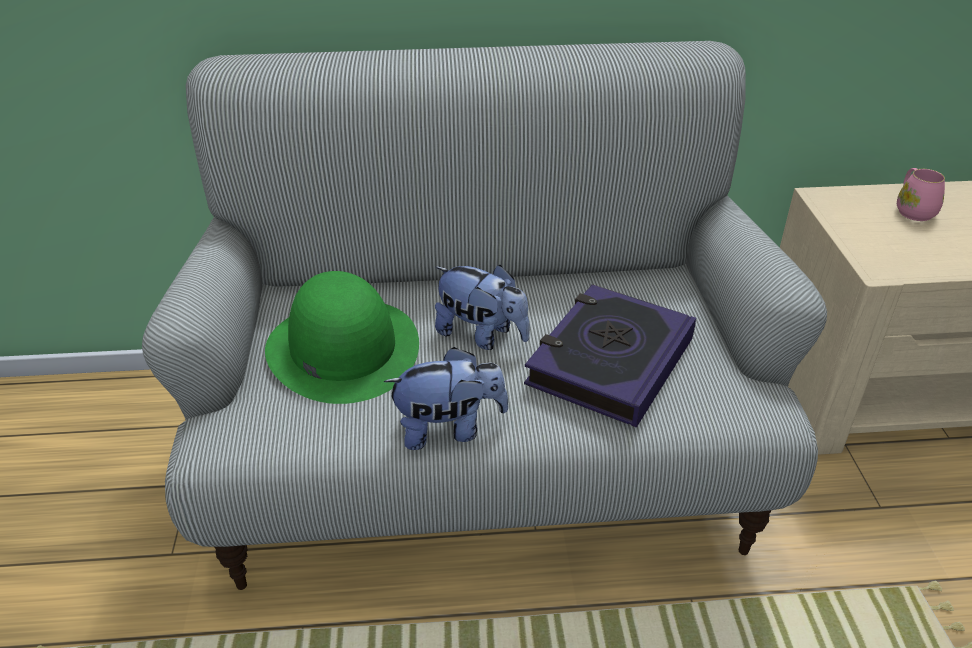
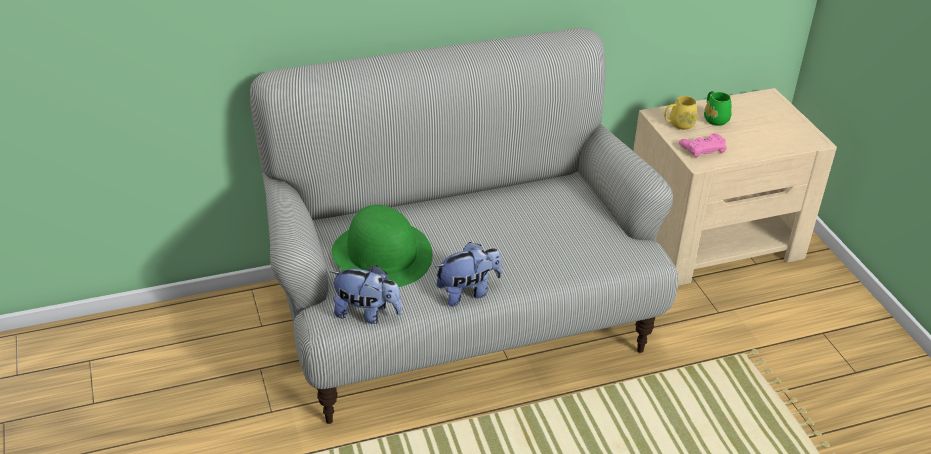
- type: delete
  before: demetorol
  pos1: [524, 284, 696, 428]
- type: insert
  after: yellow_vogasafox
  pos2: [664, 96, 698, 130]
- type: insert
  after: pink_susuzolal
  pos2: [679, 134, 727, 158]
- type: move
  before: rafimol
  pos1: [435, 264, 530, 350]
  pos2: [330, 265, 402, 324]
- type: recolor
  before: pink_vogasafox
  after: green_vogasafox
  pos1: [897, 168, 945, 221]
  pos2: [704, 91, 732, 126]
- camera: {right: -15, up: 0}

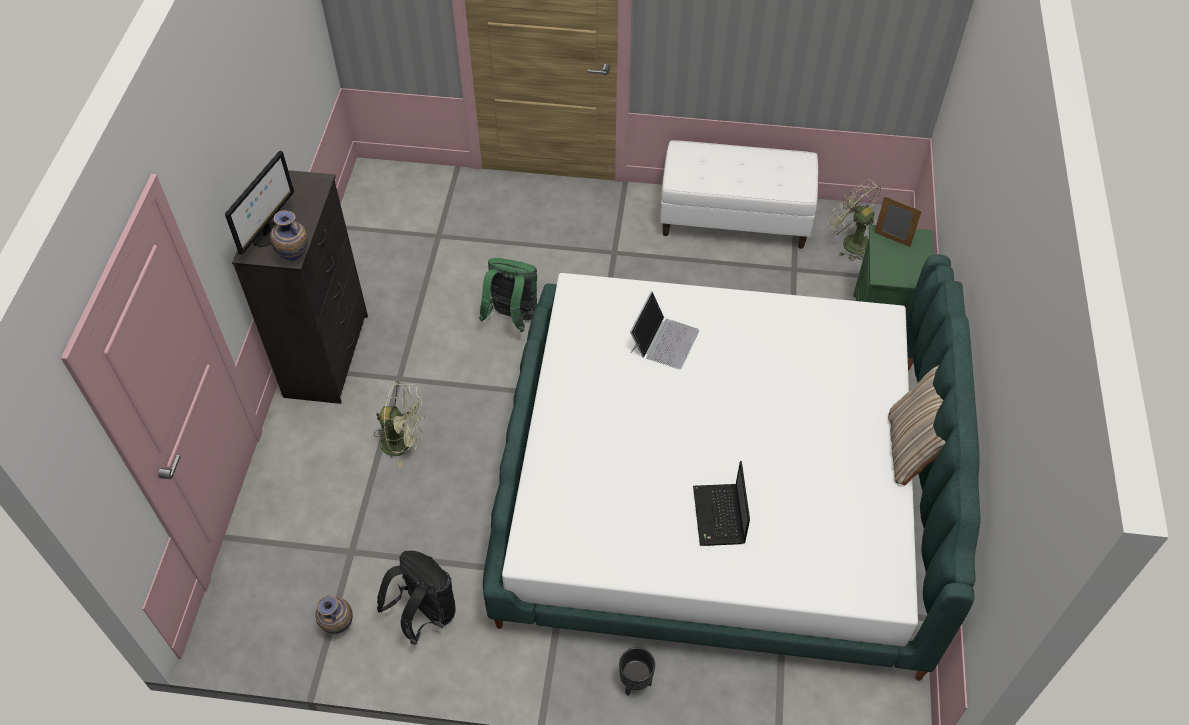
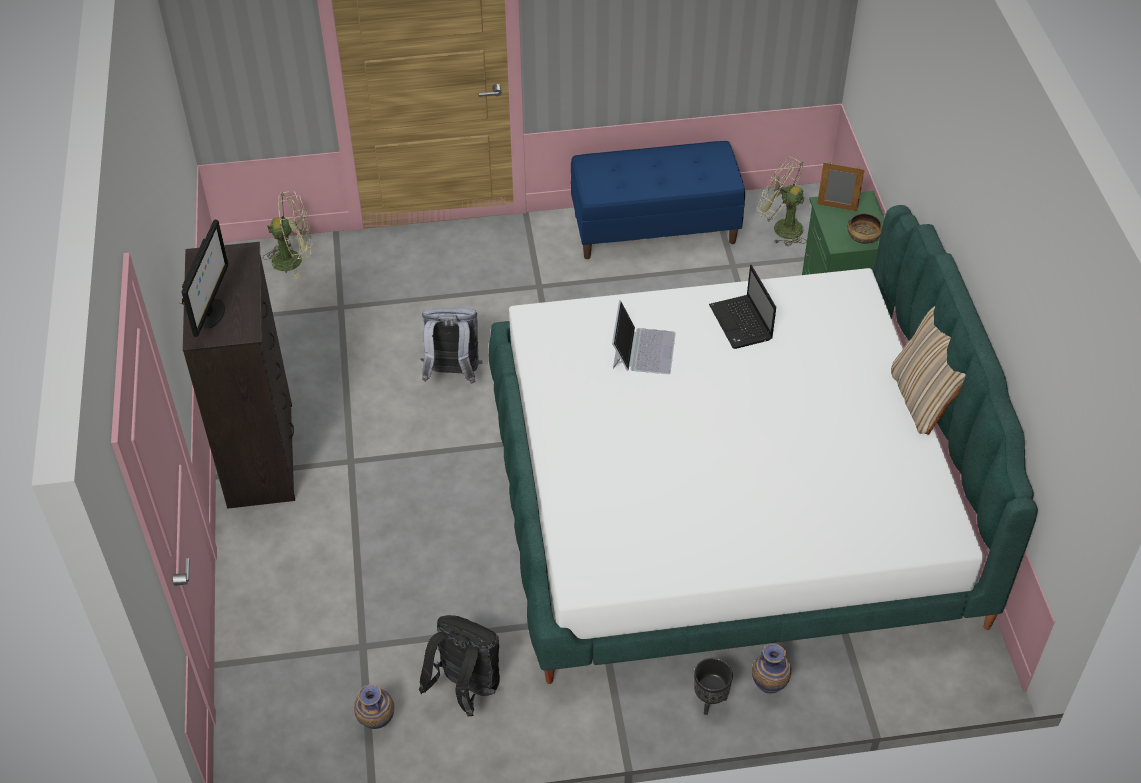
- type: insert
  after: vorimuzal
  pos2: [847, 213, 882, 244]
- type: move
  before: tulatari
  pos1: [270, 210, 308, 262]
  pos2: [752, 644, 791, 693]
- type: move
  before: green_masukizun
  pos1: [374, 382, 425, 468]
  pos2: [263, 191, 312, 279]
- type: move
  before: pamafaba
  pos1: [693, 461, 750, 546]
  pos2: [709, 265, 776, 349]
- type: recolor
  before: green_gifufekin
  after: grey_gifufekin
  pos1: [479, 258, 537, 332]
  pos2: [421, 308, 482, 384]
- type: recolor
  before: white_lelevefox
  after: blue_lelevefox
  pos1: [660, 140, 818, 249]
  pos2: [571, 141, 745, 259]
- camera: {right: -15, up: -5}

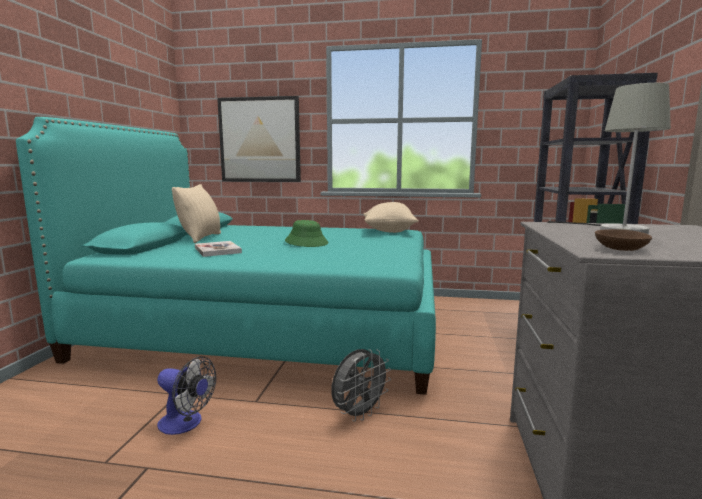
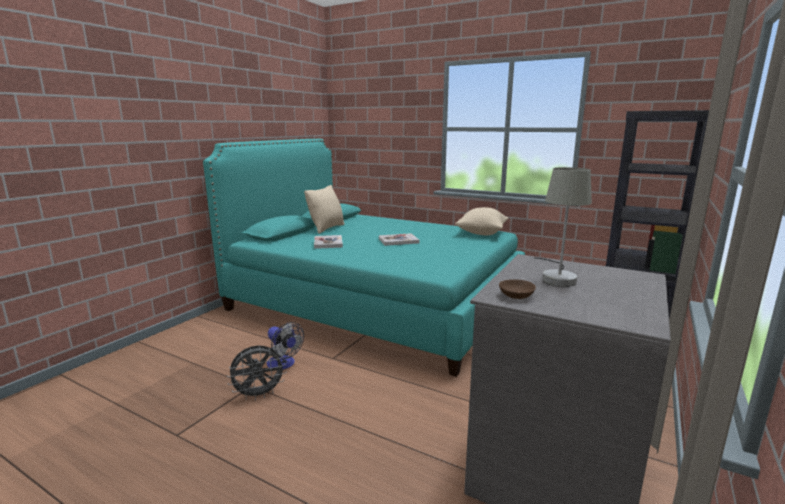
- type: delete
  before: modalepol
  pos1: [217, 96, 301, 182]
- type: move
  before: grey_masukizun
  pos1: [331, 349, 391, 422]
  pos2: [227, 345, 287, 400]
- type: replace
  before: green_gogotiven
  after: demetorol
  pos1: [285, 220, 328, 247]
  pos2: [379, 233, 419, 246]
- camera: {right: 20, up: 5}

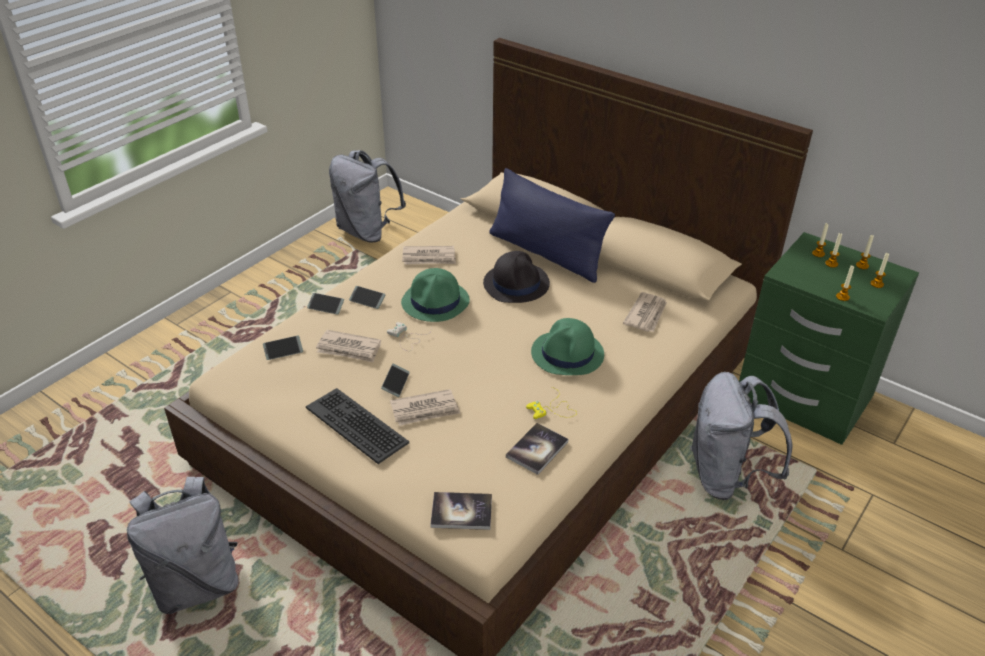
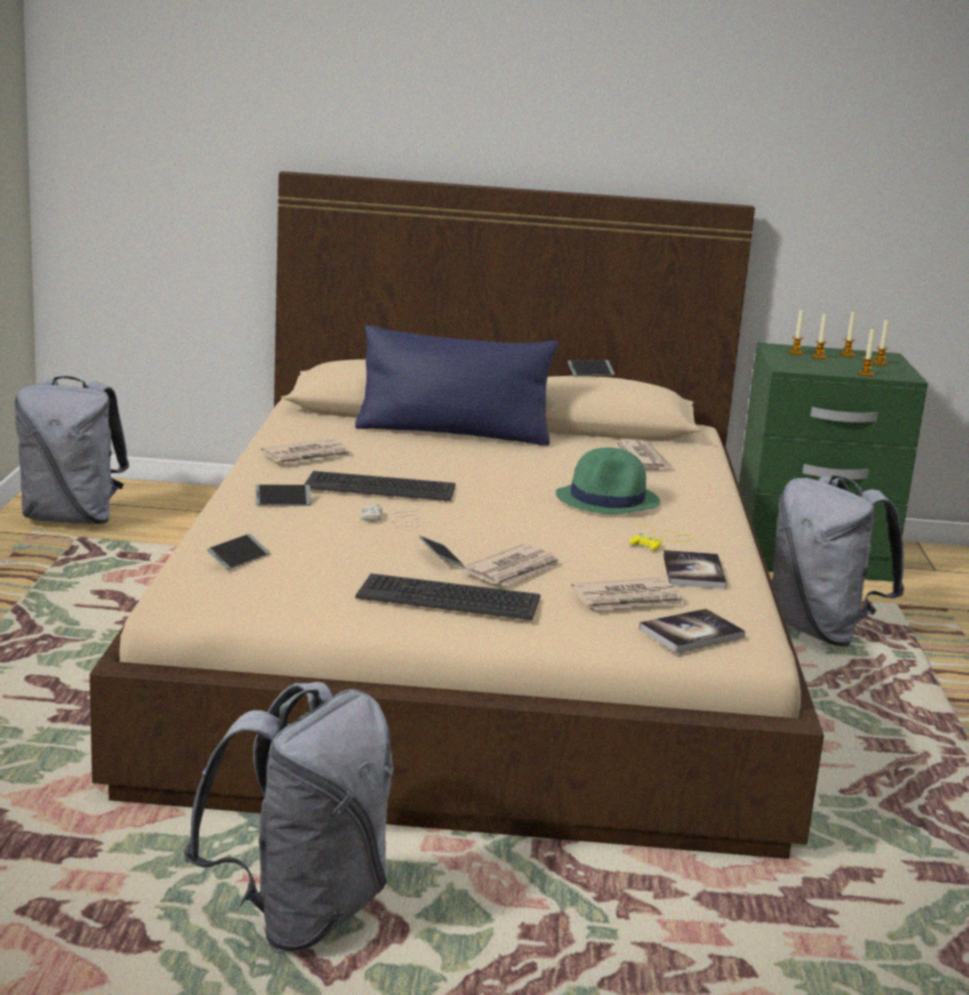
- type: delete
  before: black_gogotiven
  pos1: [483, 251, 550, 303]
- type: move
  before: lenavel
  pos1: [307, 293, 344, 315]
  pos2: [568, 360, 615, 376]
- type: move
  before: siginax
  pos1: [316, 330, 381, 362]
  pos2: [571, 578, 685, 610]
- type: replace
  before: green_gogotiven
  after: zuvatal
  pos1: [401, 268, 470, 322]
  pos2: [304, 471, 456, 502]
- camera: {right: -35, up: -20}

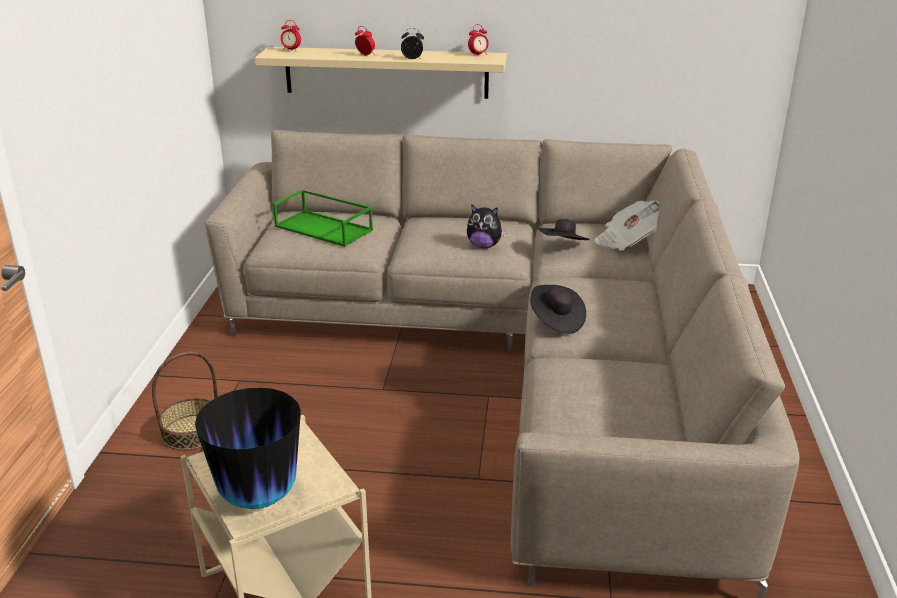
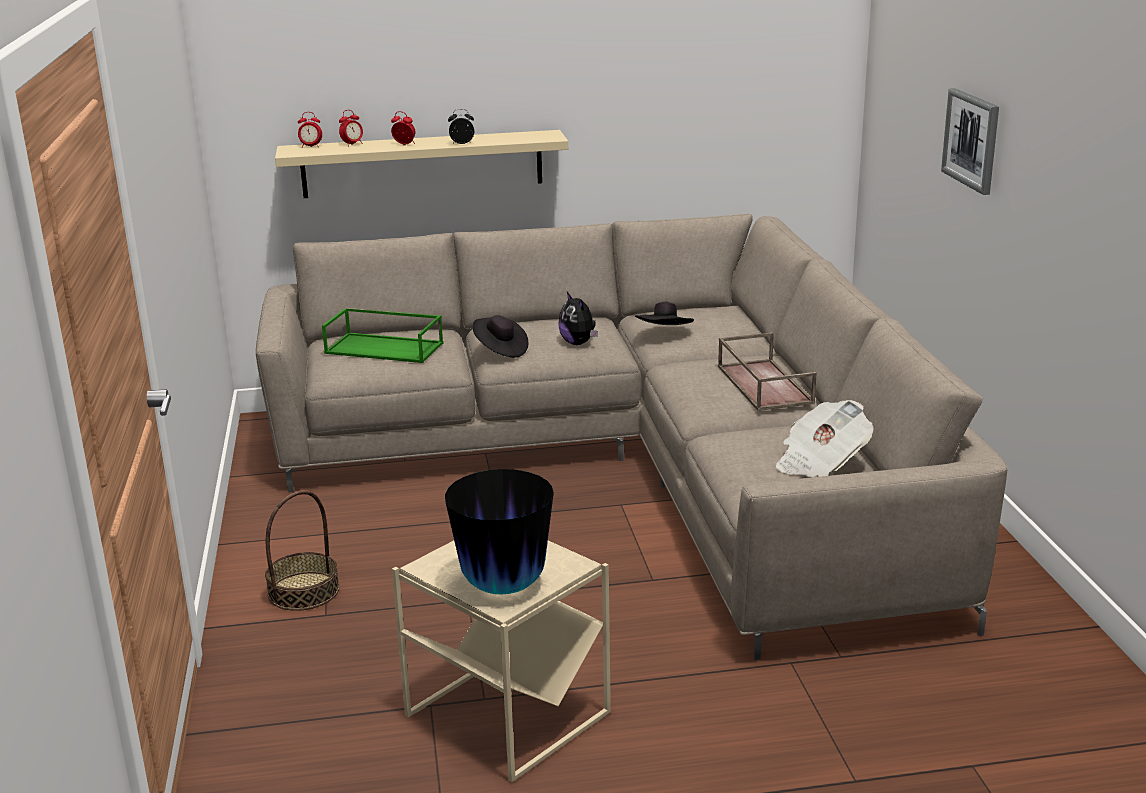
- type: insert
  after: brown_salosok
  pos2: [718, 332, 816, 411]
- type: insert
  after: modalepol
  pos2: [941, 88, 999, 195]
- type: move
  before: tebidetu
  pos1: [468, 24, 489, 57]
  pos2: [339, 110, 363, 146]
- type: move
  before: black_gogotiven
  pos1: [530, 285, 586, 334]
  pos2: [473, 315, 528, 357]
- type: move
  before: siginax
  pos1: [594, 201, 659, 251]
  pos2: [776, 400, 873, 477]
- type: rotate
  before: rafimol
  pos1: [467, 204, 507, 248]
  pos2: [558, 292, 598, 345]
  turn: 60
- camera: {right: -15, up: -5}

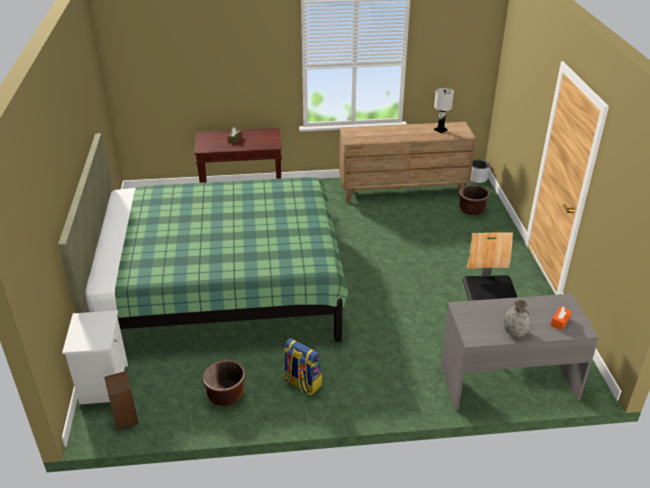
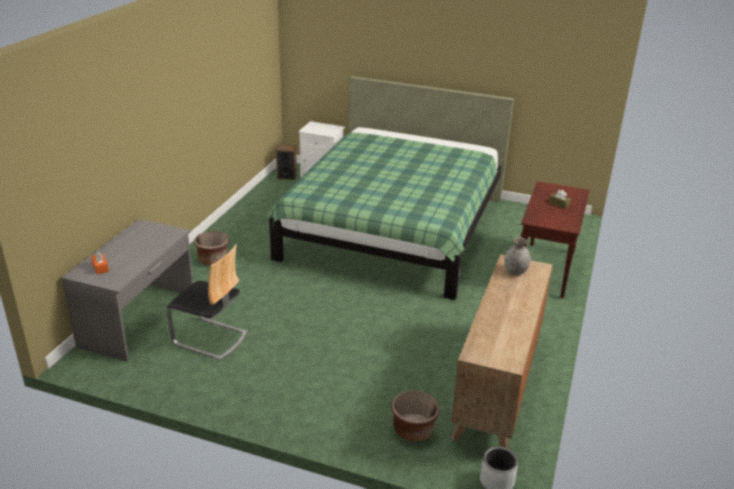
- type: delete
  before: gifufekin
  pos1: [284, 338, 322, 396]
- type: delete
  before: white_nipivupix
  pos1: [434, 88, 454, 133]
- type: move
  before: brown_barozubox
  pos1: [202, 360, 246, 406]
  pos2: [194, 231, 230, 265]
- type: move
  before: grey_tulatari
  pos1: [504, 299, 532, 337]
  pos2: [504, 237, 531, 275]
- camera: {right: 115, up: -5}

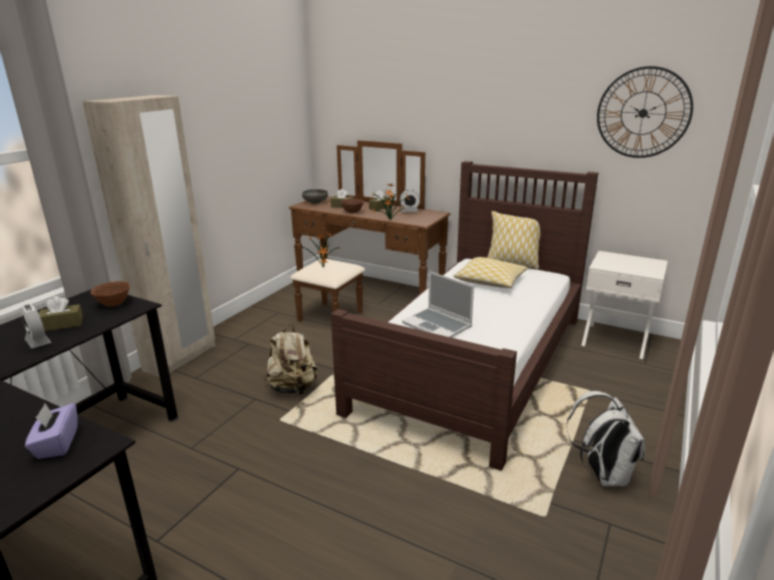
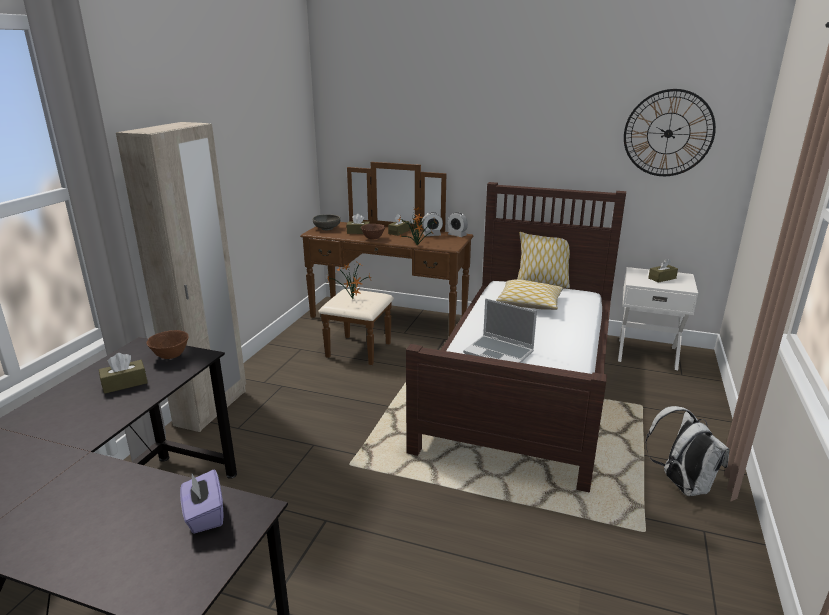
- type: delete
  before: beige_gifufekin
  pos1: [264, 324, 318, 395]
- type: insert
  after: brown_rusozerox
  pos2: [648, 259, 678, 283]
- type: move
  before: tebidetu
  pos1: [20, 304, 51, 349]
  pos2: [447, 212, 468, 237]
- camera: {right: -10, up: 0}

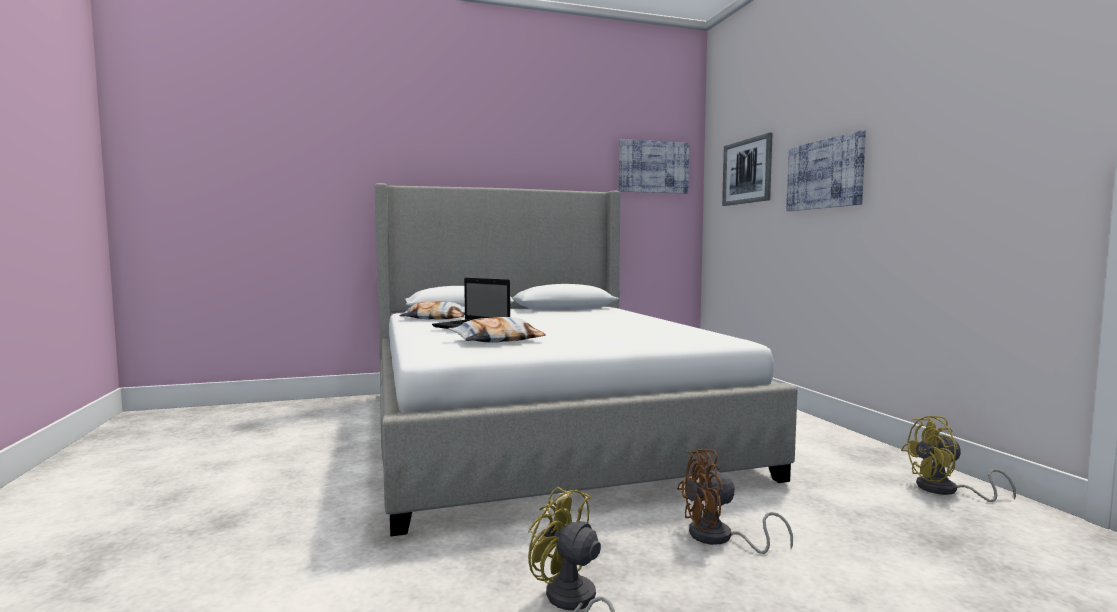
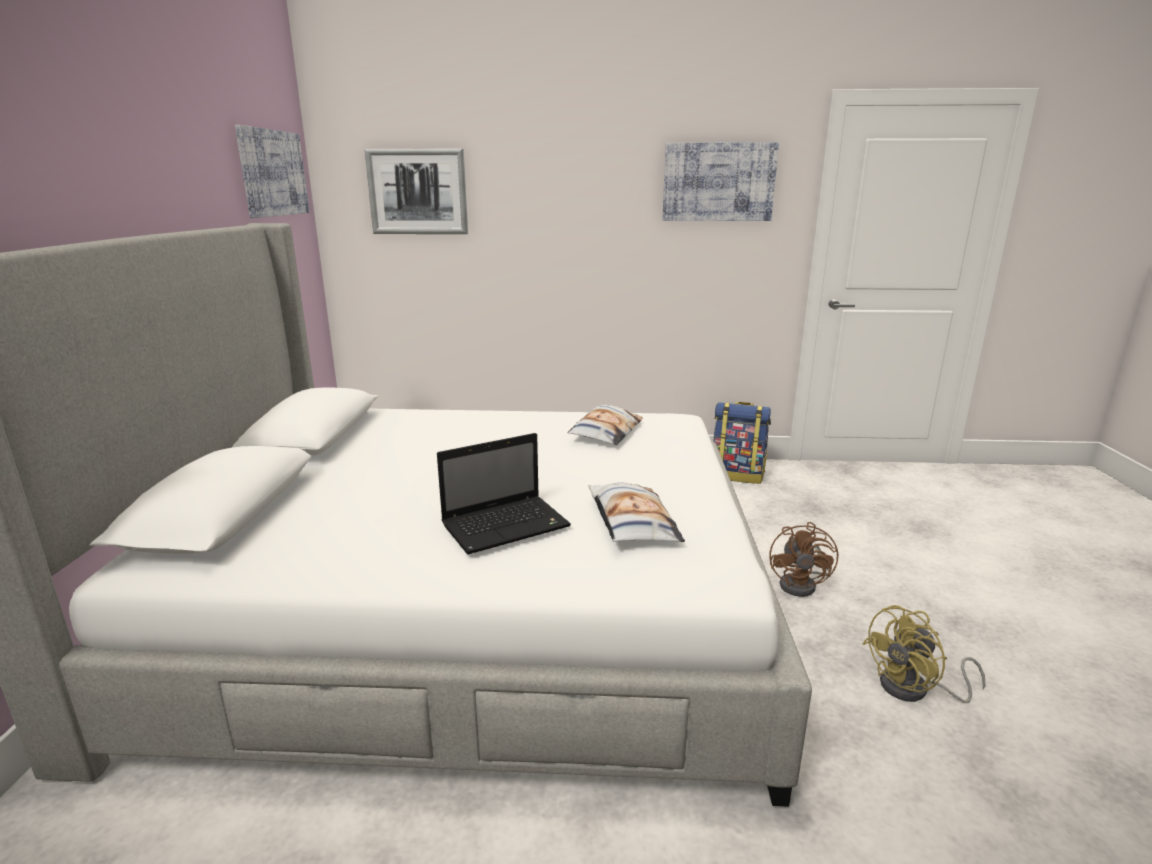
- type: move
  before: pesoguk
  pos1: [400, 302, 465, 320]
  pos2: [568, 405, 643, 445]
- type: move
  before: modalepol
  pos1: [786, 130, 866, 211]
  pos2: [662, 142, 779, 221]
- type: replace
  before: yellow_masukizun
  after: gifufekin
  pos1: [901, 416, 1016, 502]
  pos2: [713, 402, 771, 484]
- camera: {right: -70, up: 15}

